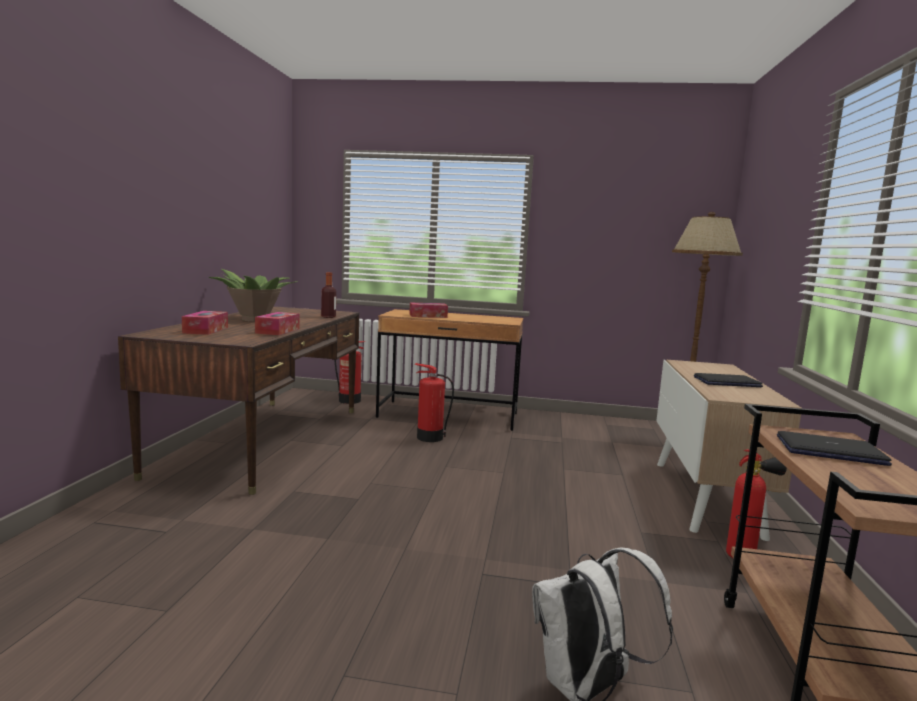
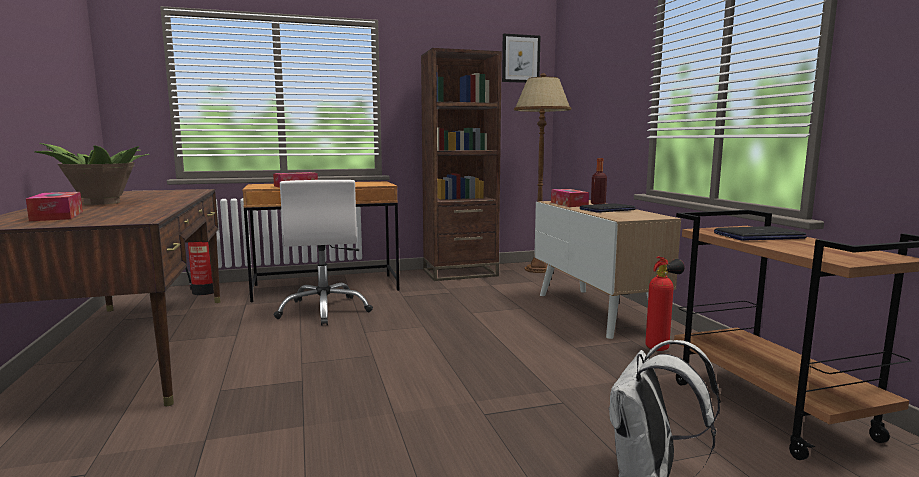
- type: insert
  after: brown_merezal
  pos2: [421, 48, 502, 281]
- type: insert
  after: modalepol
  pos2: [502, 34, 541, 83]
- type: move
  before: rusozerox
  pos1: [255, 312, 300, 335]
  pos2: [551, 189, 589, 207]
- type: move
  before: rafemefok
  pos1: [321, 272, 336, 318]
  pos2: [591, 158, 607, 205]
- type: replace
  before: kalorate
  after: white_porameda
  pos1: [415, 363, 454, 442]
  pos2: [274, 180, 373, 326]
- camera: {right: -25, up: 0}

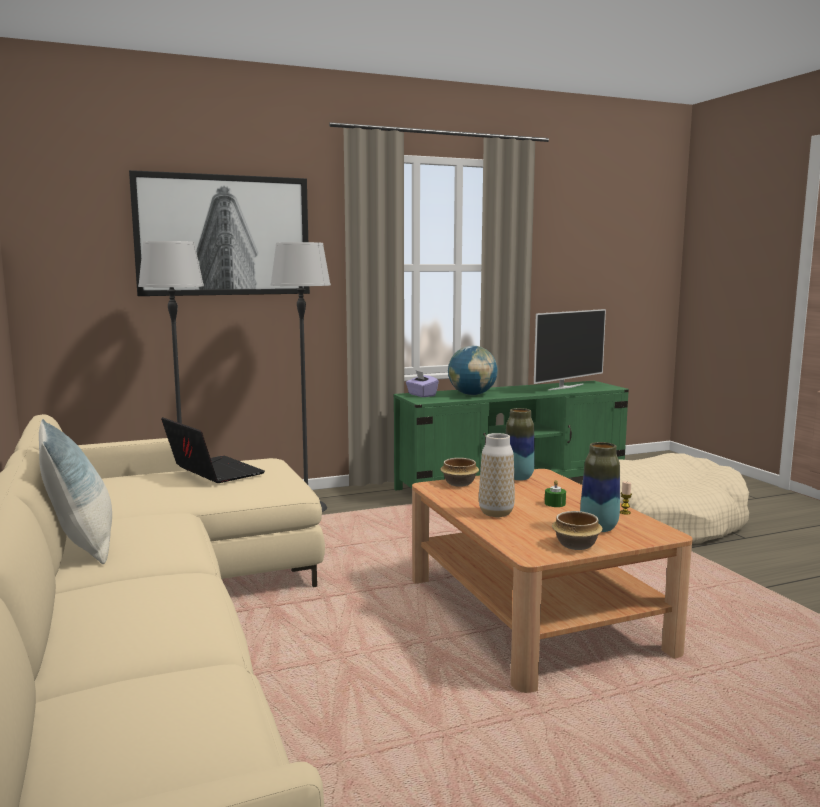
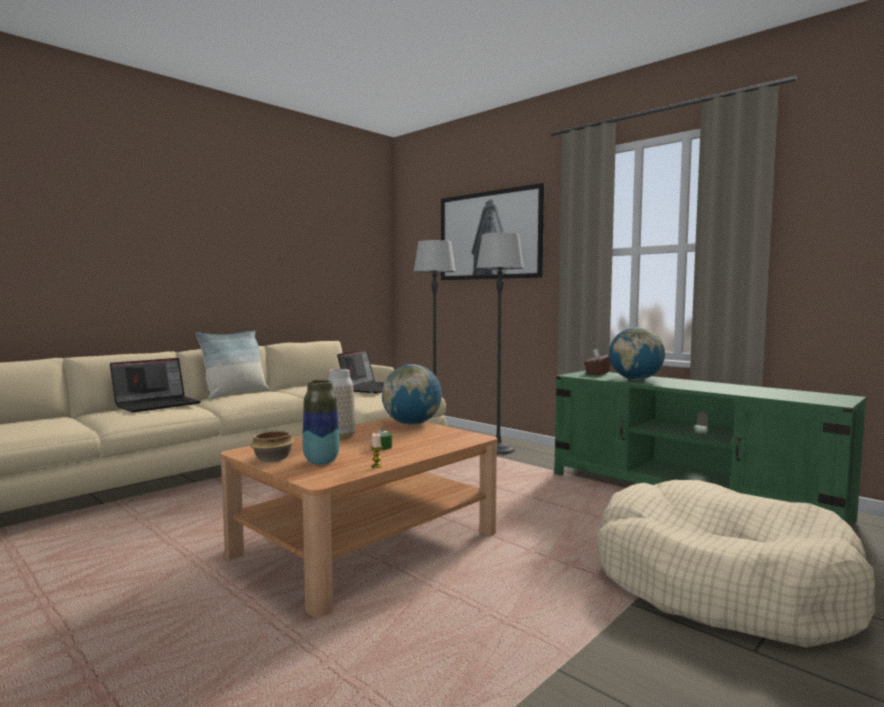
- type: delete
  before: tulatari
  pos1: [506, 408, 535, 481]
- type: delete
  before: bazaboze
  pos1: [534, 309, 606, 390]
- type: insert
  after: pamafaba
  pos2: [110, 358, 201, 412]
- type: replace
  before: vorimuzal
  after: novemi
  pos1: [440, 458, 479, 487]
  pos2: [382, 364, 442, 425]
- type: recolor
  before: purple_rusozerox
  after: brown_rusozerox
  pos1: [406, 371, 439, 397]
  pos2: [584, 348, 611, 375]
- camera: {right: 65, up: -5}

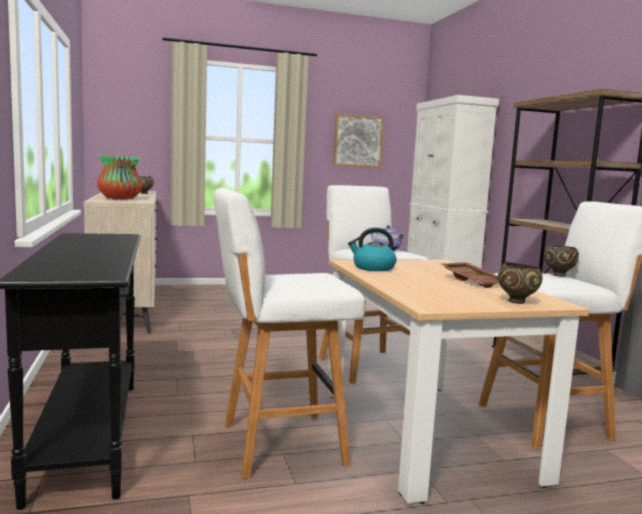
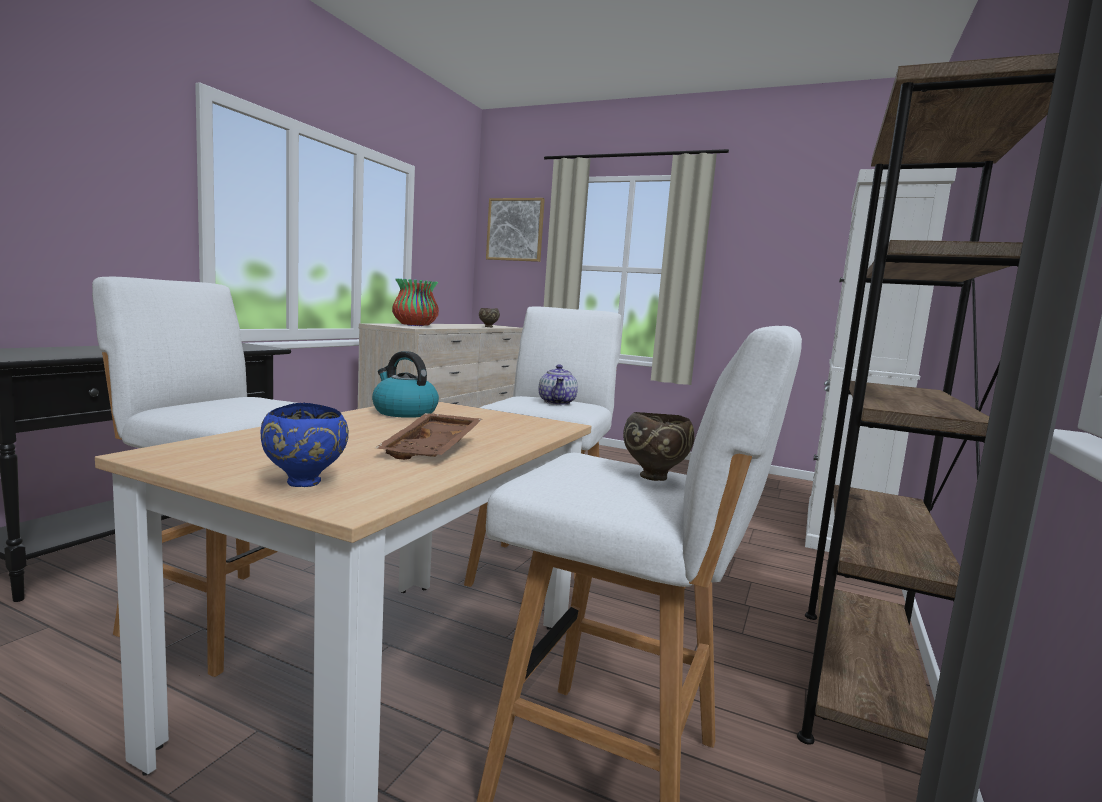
- type: move
  before: modalepol
  pos1: [333, 114, 384, 167]
  pos2: [486, 198, 545, 262]
- type: recolor
  before: brown_vorimuzal
  after: blue_vorimuzal
  pos1: [498, 262, 543, 304]
  pos2: [260, 403, 349, 487]
- camera: {right: 40, up: 0}

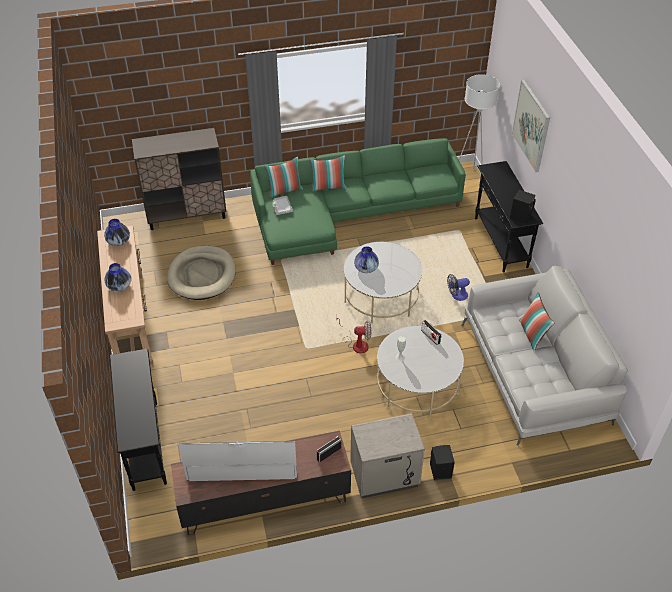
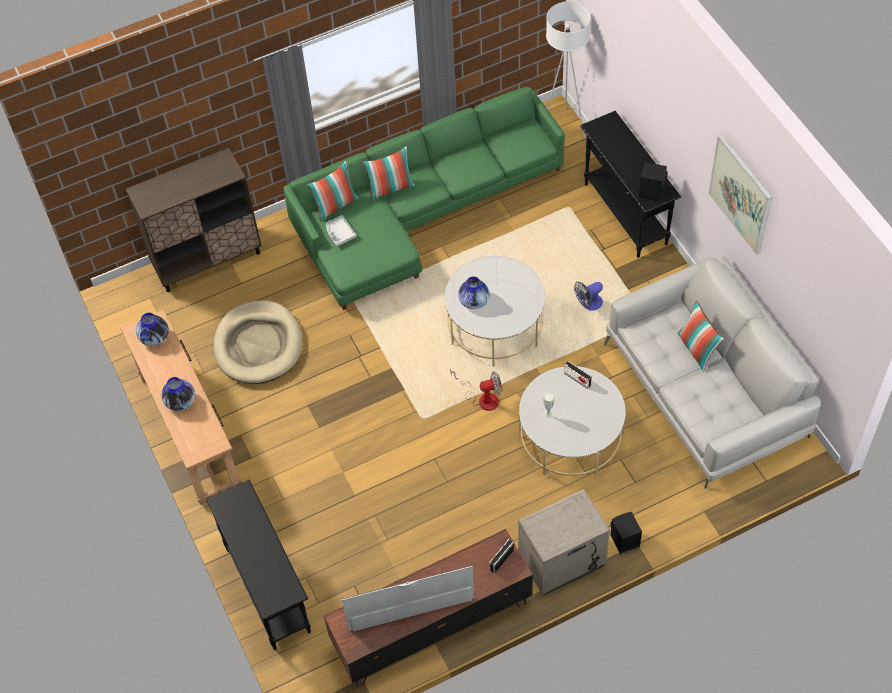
- type: move
  before: modalepol
  pos1: [512, 80, 550, 172]
  pos2: [708, 134, 772, 255]
- camera: {right: -10, up: 10}

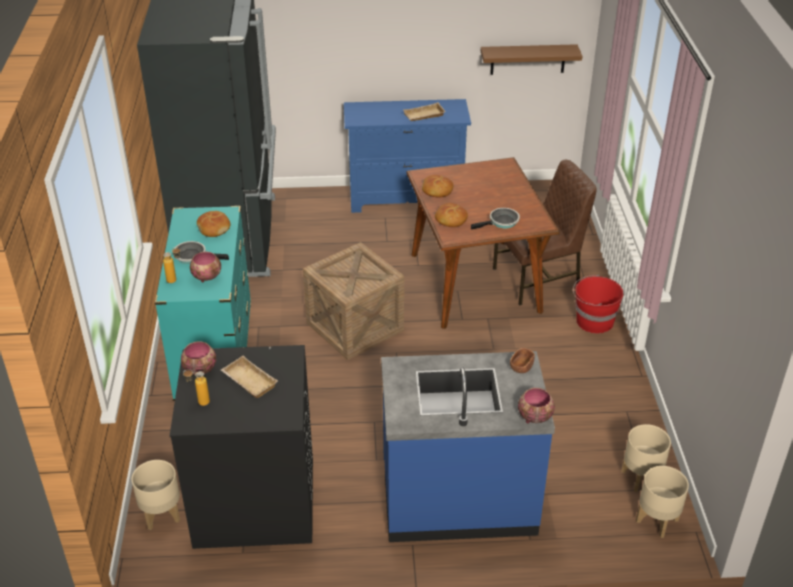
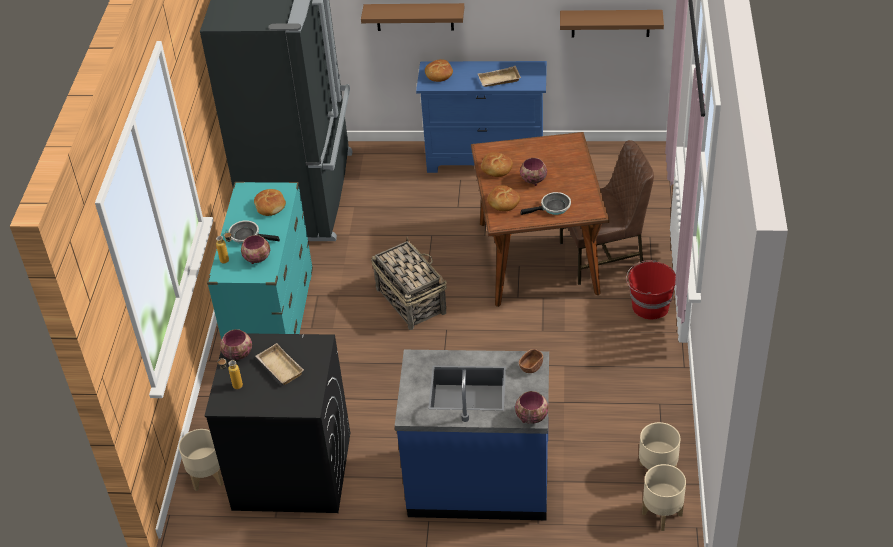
- type: insert
  after: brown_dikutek
  pos2: [361, 3, 464, 31]
- type: insert
  after: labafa
  pos2: [425, 59, 453, 82]
- type: insert
  after: vorimuzal
  pos2: [520, 158, 547, 186]
- type: replace
  before: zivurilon
  after: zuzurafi
  pos1: [303, 242, 404, 360]
  pos2: [371, 237, 447, 330]
- camera: {right: 10, up: 5}

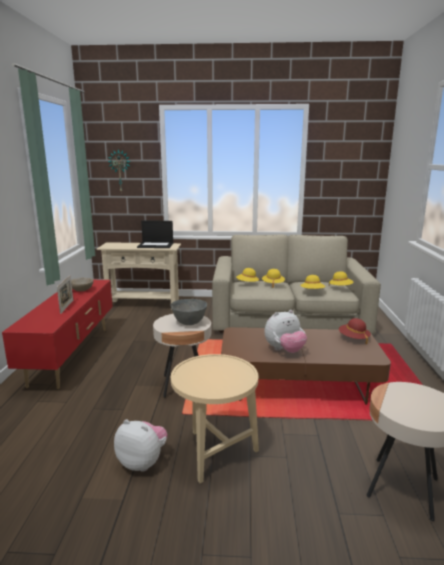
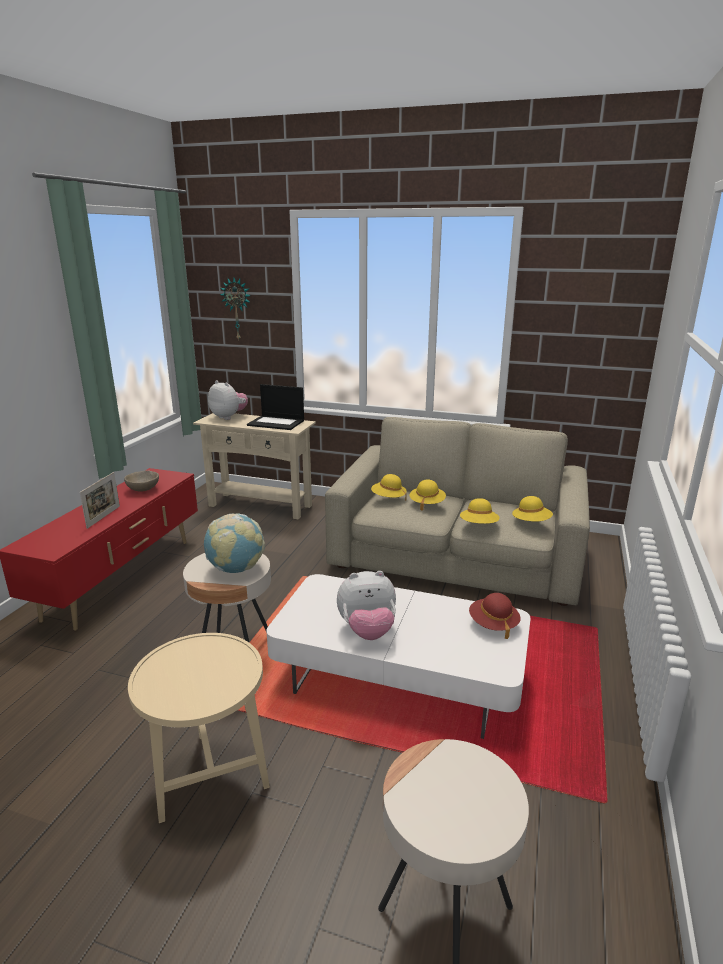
- type: move
  before: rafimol
  pos1: [114, 419, 168, 472]
  pos2: [208, 380, 248, 420]
- type: replace
  before: grey_vorimuzal
  after: novemi
  pos1: [171, 299, 207, 325]
  pos2: [204, 514, 265, 573]
- type: recolor
  before: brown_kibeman
  after: white_kibeman
  pos1: [221, 327, 391, 405]
  pos2: [266, 574, 530, 739]
- camera: {right: 15, up: 5}

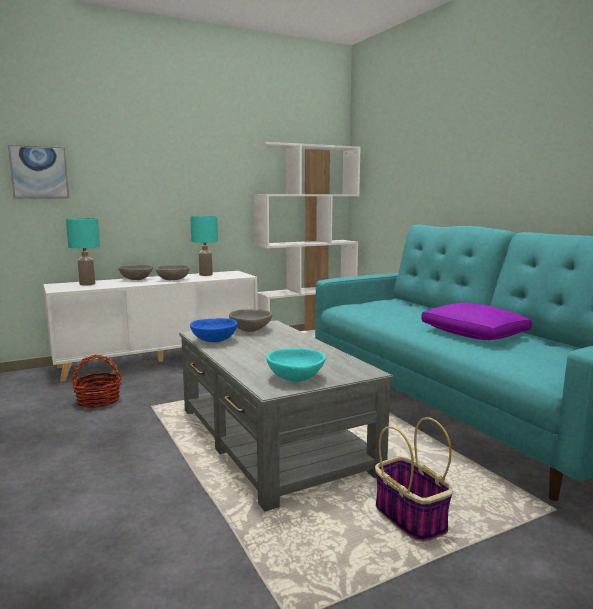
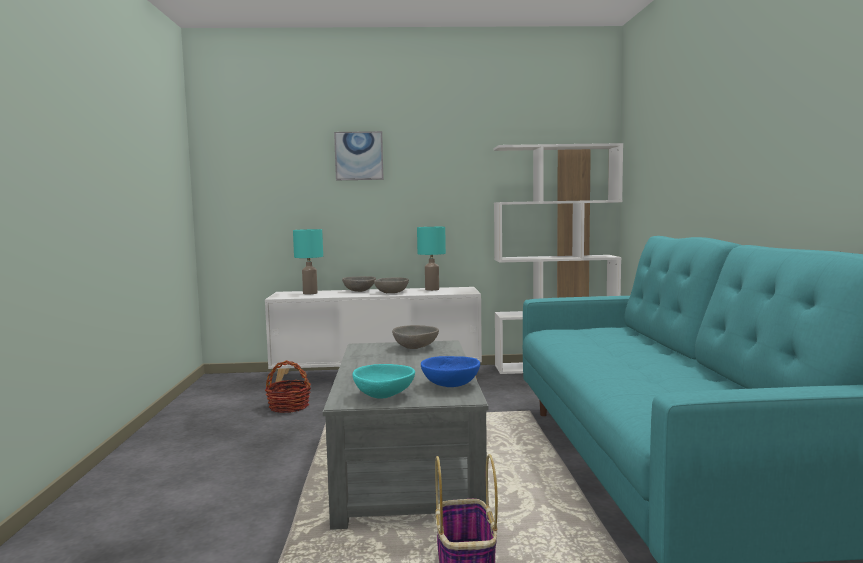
- type: delete
  before: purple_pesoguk
  pos1: [421, 303, 532, 340]
- type: move
  before: modalepol
  pos1: [8, 145, 69, 198]
  pos2: [334, 131, 384, 180]
- type: move
  before: blue_vorimuzal
  pos1: [190, 318, 238, 342]
  pos2: [421, 356, 480, 387]
- camera: {right: 25, up: -5}

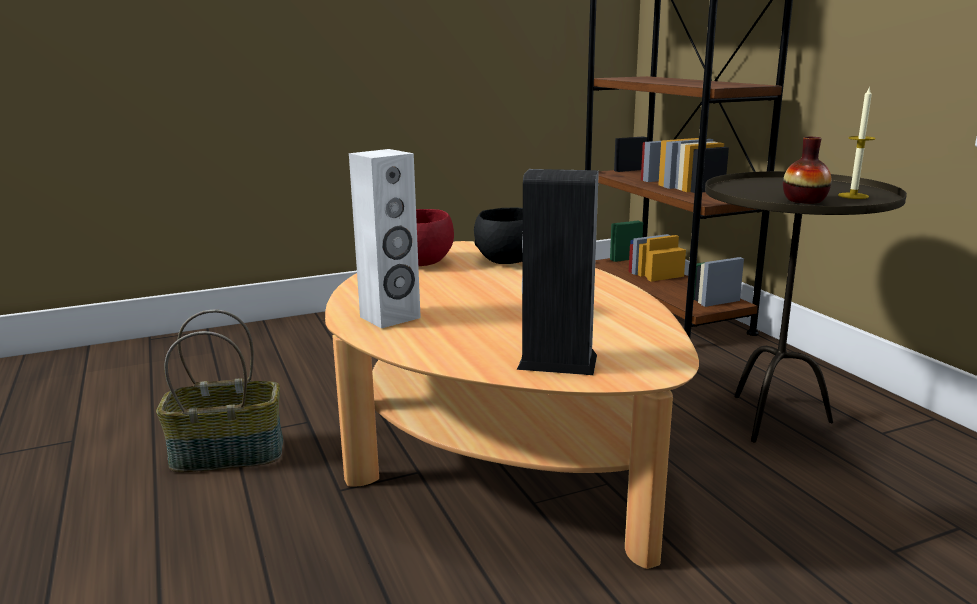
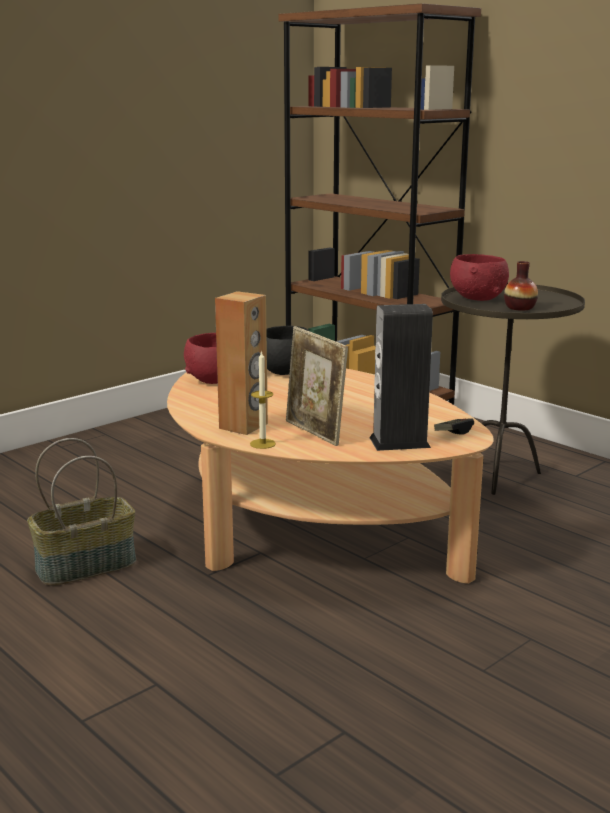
- type: insert
  after: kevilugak
  pos2: [286, 326, 348, 446]
- type: insert
  after: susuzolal
  pos2: [434, 418, 474, 435]
- type: insert
  after: red_vorimuzal
  pos2: [450, 254, 509, 301]
- type: move
  before: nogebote
  pos1: [838, 86, 876, 199]
  pos2: [250, 350, 276, 449]
- type: recolor
  before: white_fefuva
  after: brown_fefuva
  pos1: [349, 149, 421, 328]
  pos2: [215, 291, 268, 435]
- camera: {right: -20, up: 0}

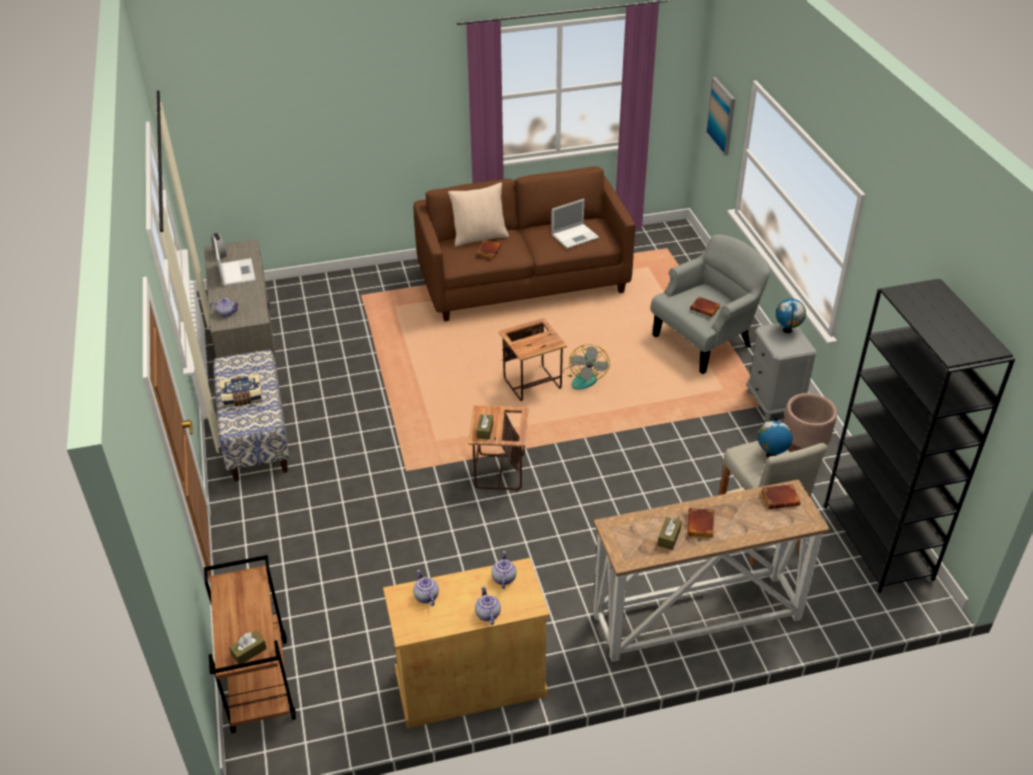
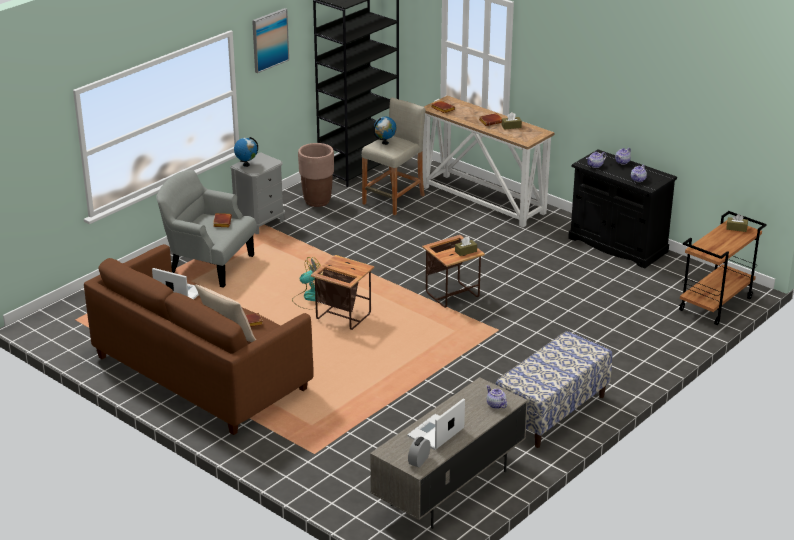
- type: delete
  before: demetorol
  pos1: [220, 374, 263, 407]
- type: move
  before: modalepol
  pos1: [706, 77, 735, 156]
  pos2: [252, 8, 289, 73]
- type: recolor
  before: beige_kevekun
  after: black_kevekun
  pos1: [383, 558, 550, 728]
  pos2: [568, 149, 677, 269]
- camera: {right: -125, up: -10}

